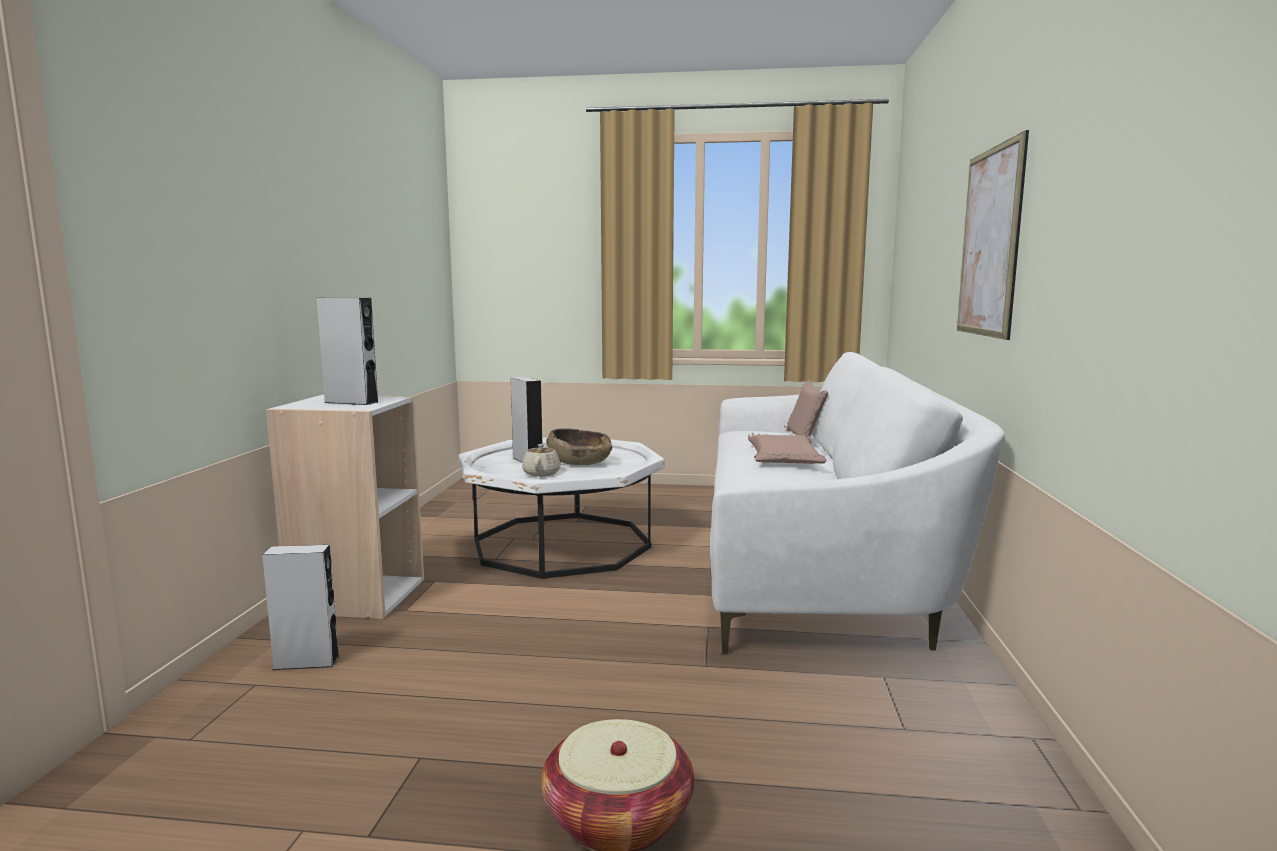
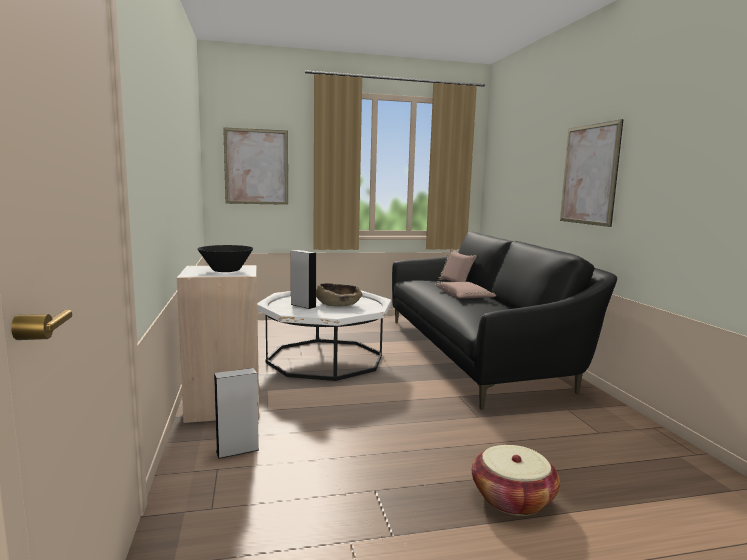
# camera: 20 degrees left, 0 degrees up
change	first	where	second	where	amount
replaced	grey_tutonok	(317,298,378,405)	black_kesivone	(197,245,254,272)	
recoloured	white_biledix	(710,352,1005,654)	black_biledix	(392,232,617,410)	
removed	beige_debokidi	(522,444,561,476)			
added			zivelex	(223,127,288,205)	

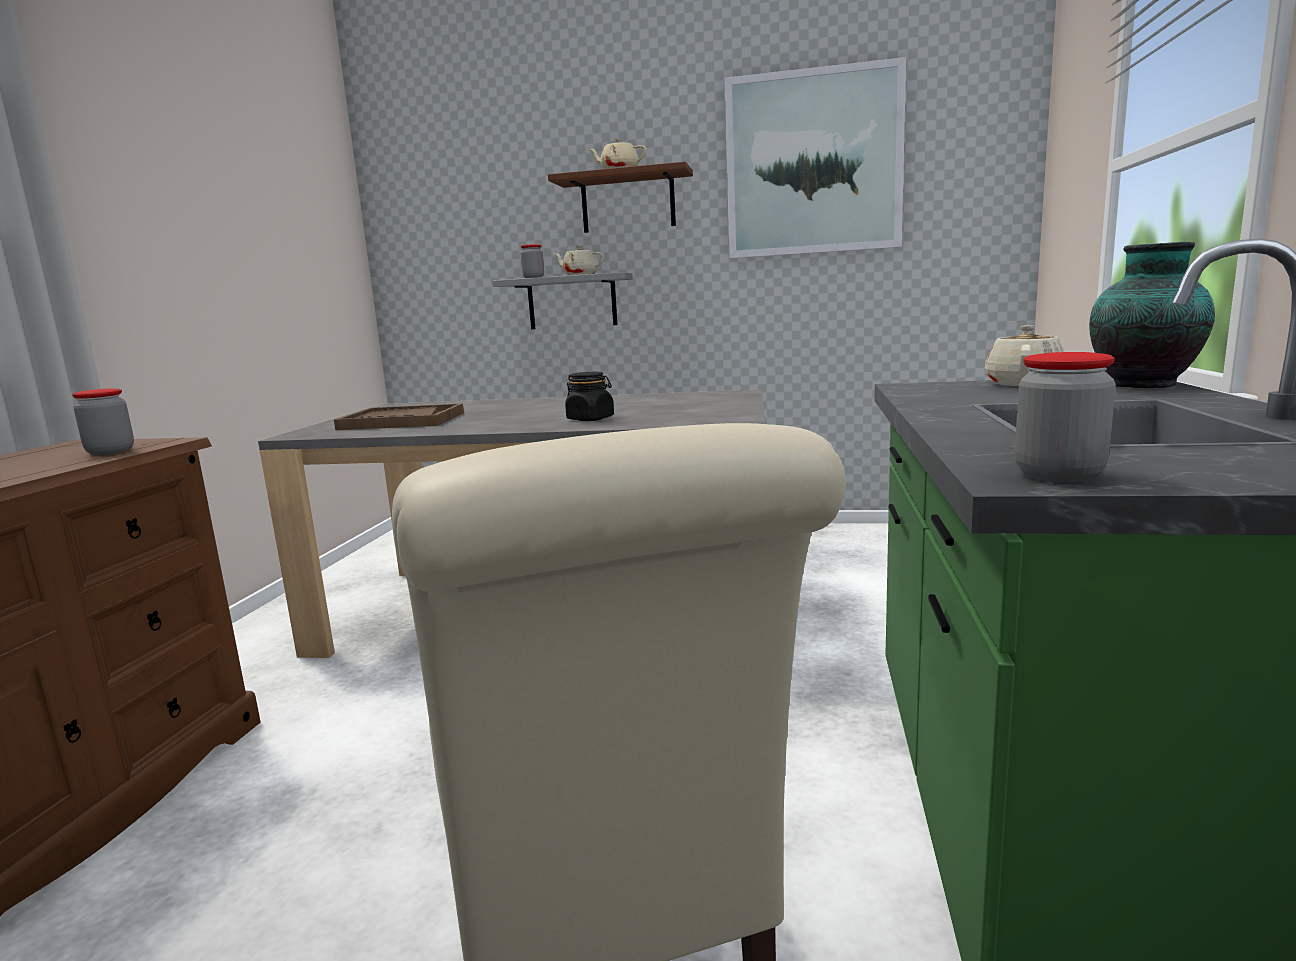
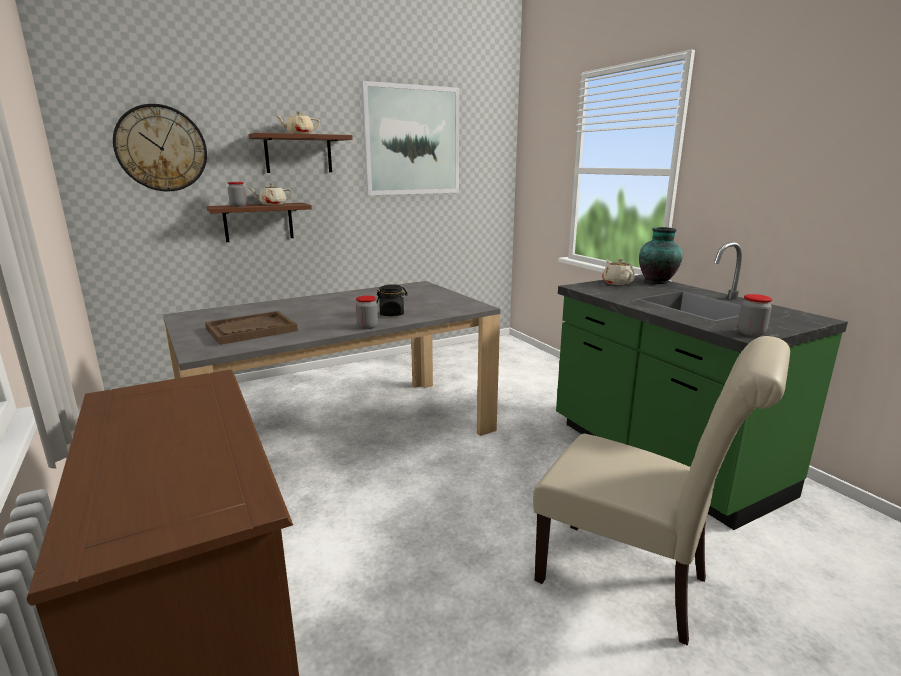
# camera: 40 degrees left, 5 degrees up
change	first	where	second	where	amount
recoloured	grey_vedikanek	(493,272,633,329)	brown_vedikanek	(206,203,312,242)	
moved	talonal	(72,388,134,455)		(356,295,378,329)	
added			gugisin	(113,104,207,192)	

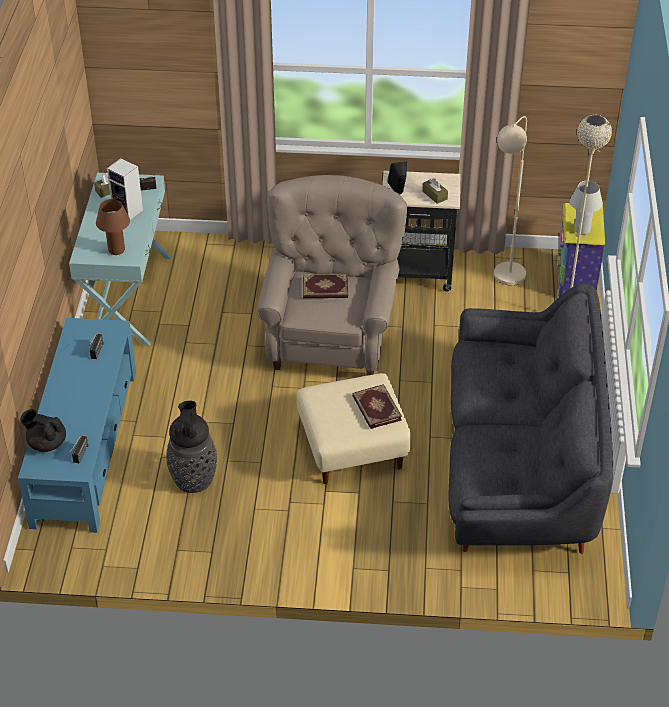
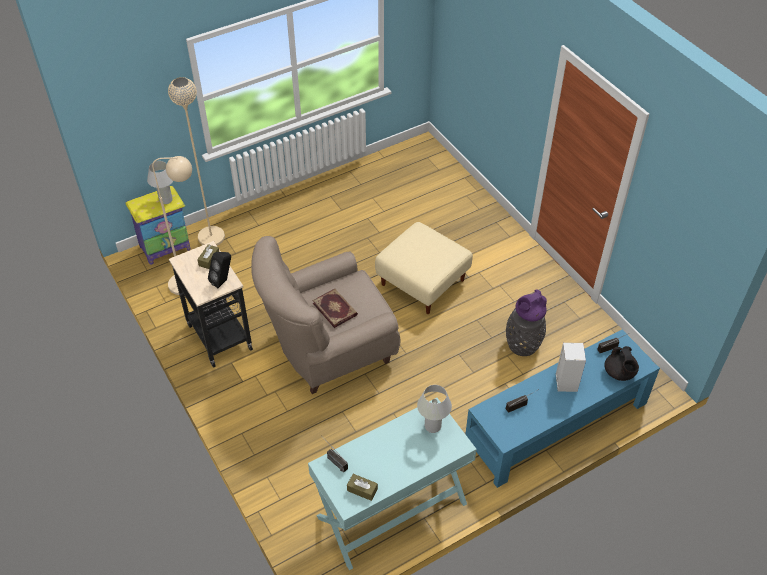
# camera: 125 degrees left, 5 degrees up
change	first	where	second	where	amount
moved	tutonok	(107,158,143,220)		(556,343,586,392)	
recoloured	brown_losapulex	(96,199,130,255)	white_losapulex	(417,385,452,433)	
removed	grey_biledix	(449,284,613,554)			
removed	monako	(352,384,402,429)			
recoloured	black_debokidi	(169,401,209,448)	purple_debokidi	(515,289,547,321)	

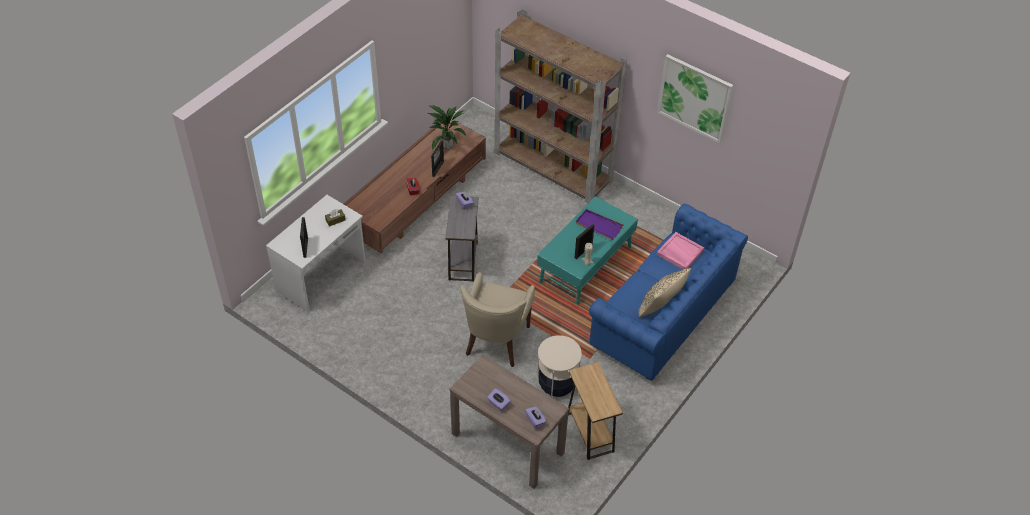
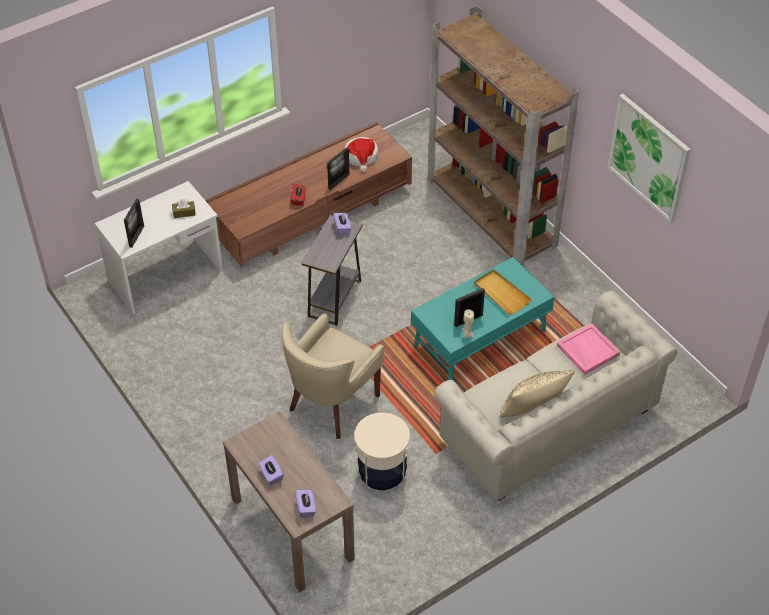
# camera: 20 degrees right, 0 degrees up
change	first	where	second	where	amount
replaced	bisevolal	(428,105,467,150)	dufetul	(344,137,378,172)	
recoloured	blue_biledix	(589,204,748,381)	white_biledix	(434,290,677,501)	
recoloured	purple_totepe	(576,209,623,240)	beige_totepe	(474,269,532,315)	
removed	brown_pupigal	(568,362,623,460)			

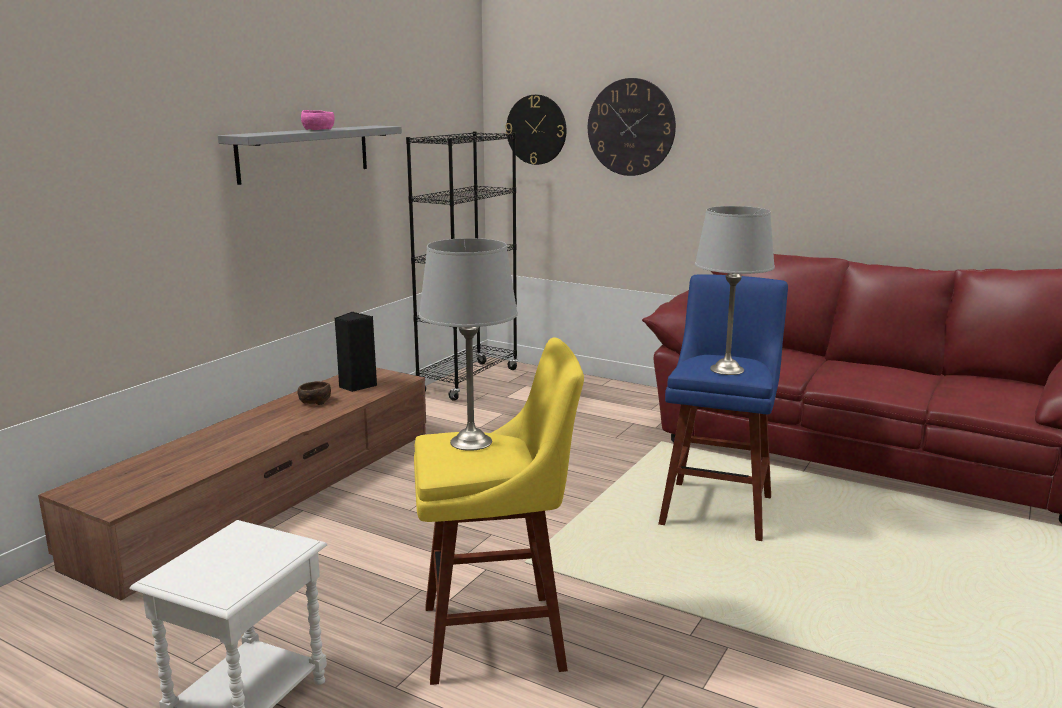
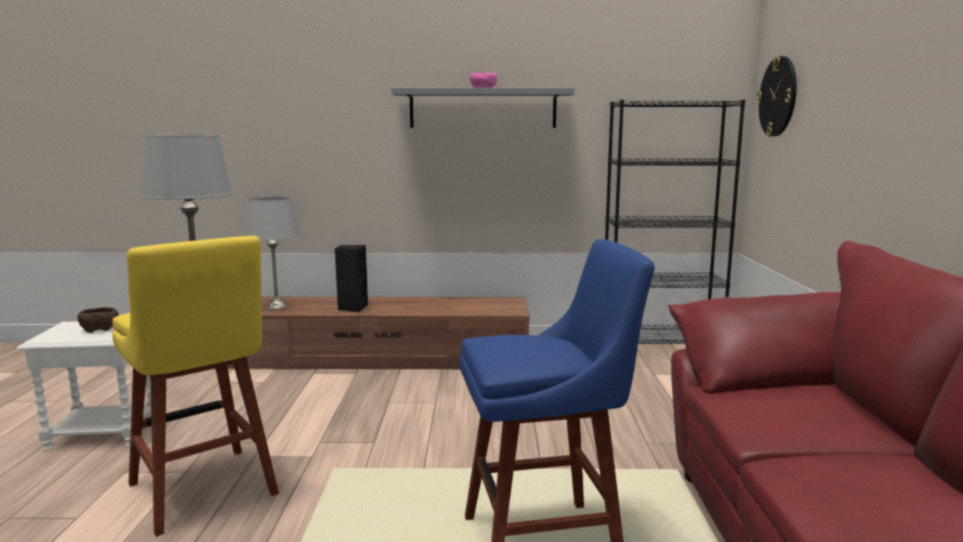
# camera: 60 degrees right, 5 degrees down
change	first	where	second	where	amount
removed	gugisin	(588,78,676,176)			
moved	grey_losapulex	(695,206,775,375)		(245,196,299,310)	
moved	black_tutonok	(335,312,377,392)		(335,245,368,312)	
moved	brown_kesivone	(298,381,331,405)		(77,307,118,333)	

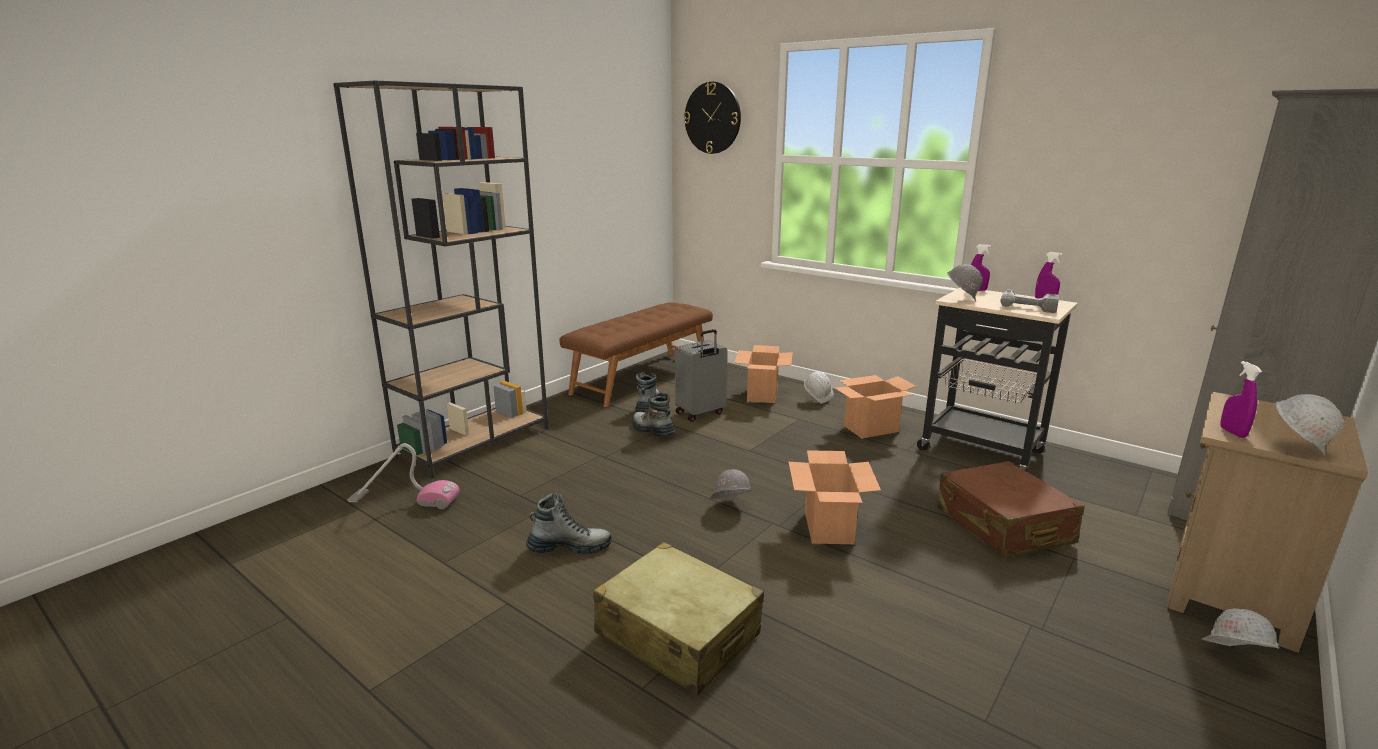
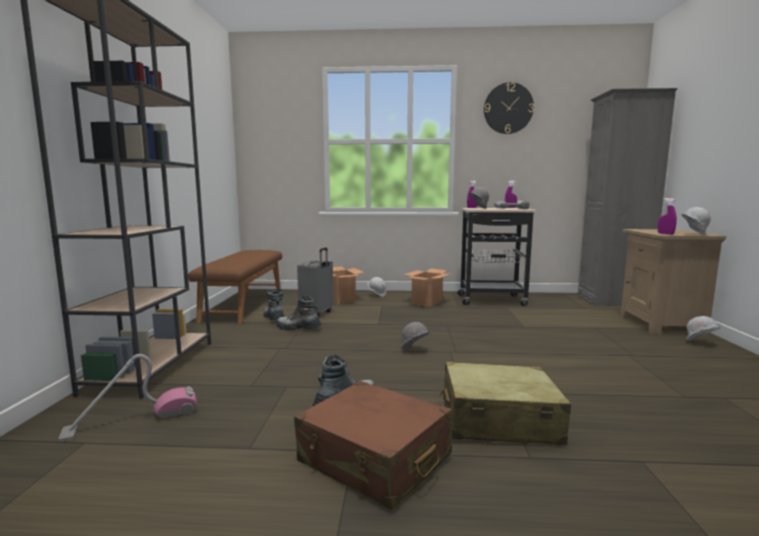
# camera: 35 degrees left, 10 degrees down
change	first	where	second	where	amount
moved	gugisin	(684,82,741,154)		(484,82,534,134)	
removed	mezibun	(788,450,881,544)			
moved	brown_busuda	(937,461,1085,558)		(294,381,452,510)	

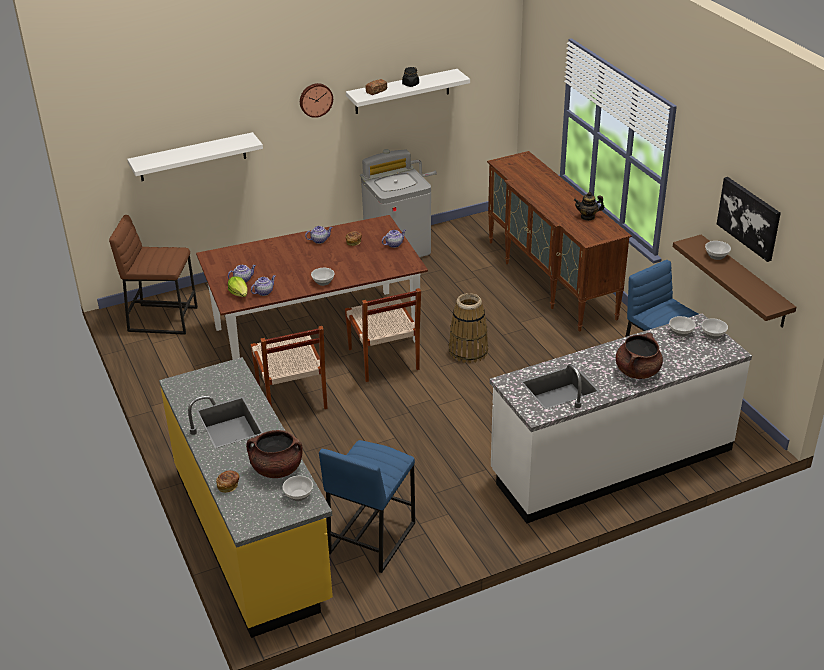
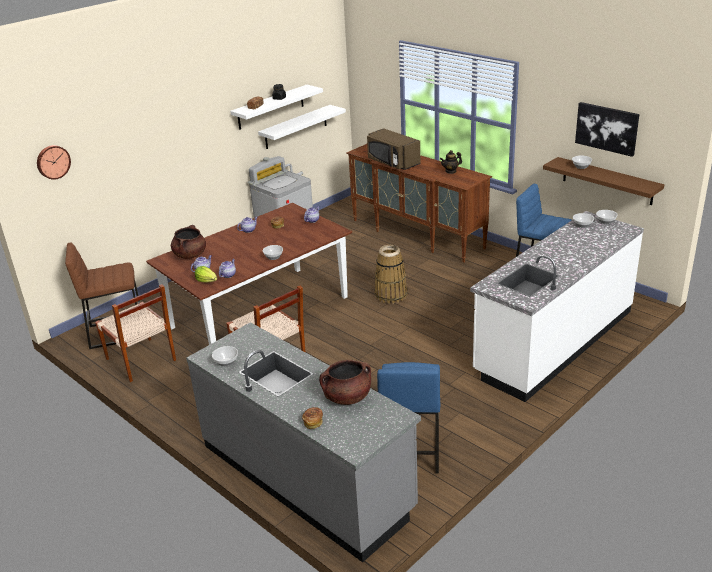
# camera: 20 degrees left, 5 degrees down
change	first	where	second	where	amount
moved	gugisin	(300,83,333,118)		(37,145,71,180)	
moved	white_vedikanek	(127,132,263,181)		(258,105,346,149)	
moved	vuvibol	(345,288,421,382)		(95,284,176,382)	
moved	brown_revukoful	(616,333,663,379)		(171,225,206,259)	
recoloured	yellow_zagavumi	(159,357,333,638)	grey_zagavumi	(186,322,421,562)	
moved	kesivone	(283,476,313,501)		(212,346,238,367)	
added			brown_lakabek	(367,128,420,170)	

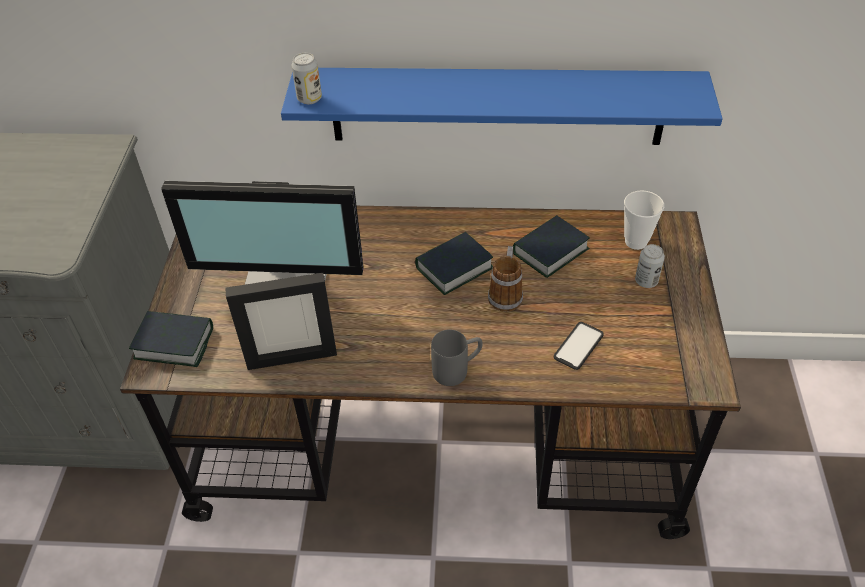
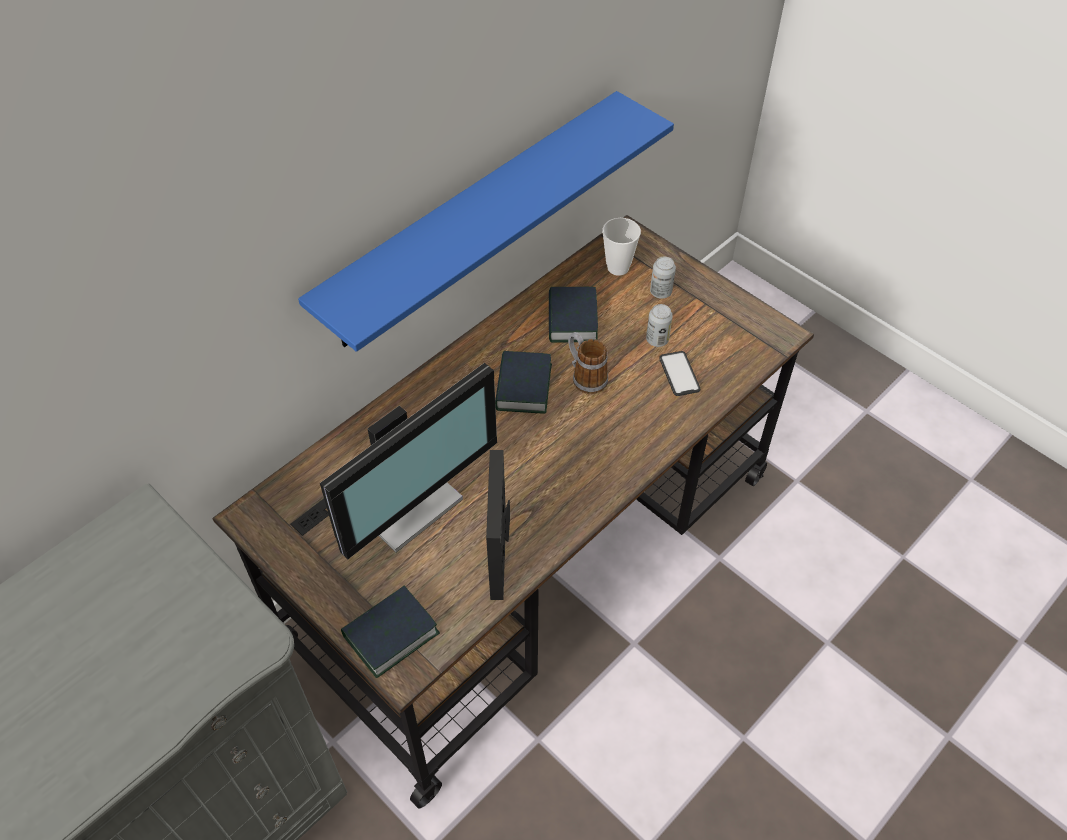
# camera: 50 degrees left, 5 degrees up
change	first	where	second	where	amount
moved	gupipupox	(291,53,322,104)		(646,304,673,347)	
turned	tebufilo	(226,273,337,370)		(486,450,510,600)	150 degrees clockwise
removed	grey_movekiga	(431,330,483,386)			

